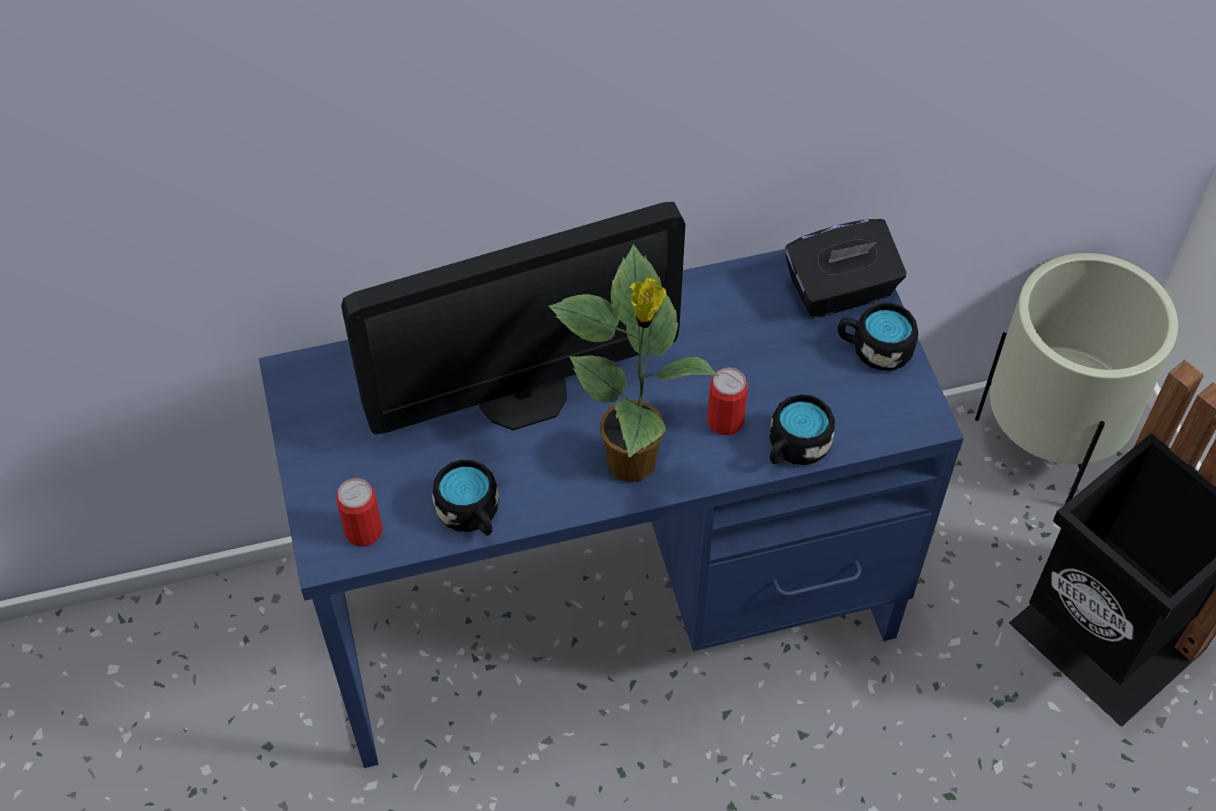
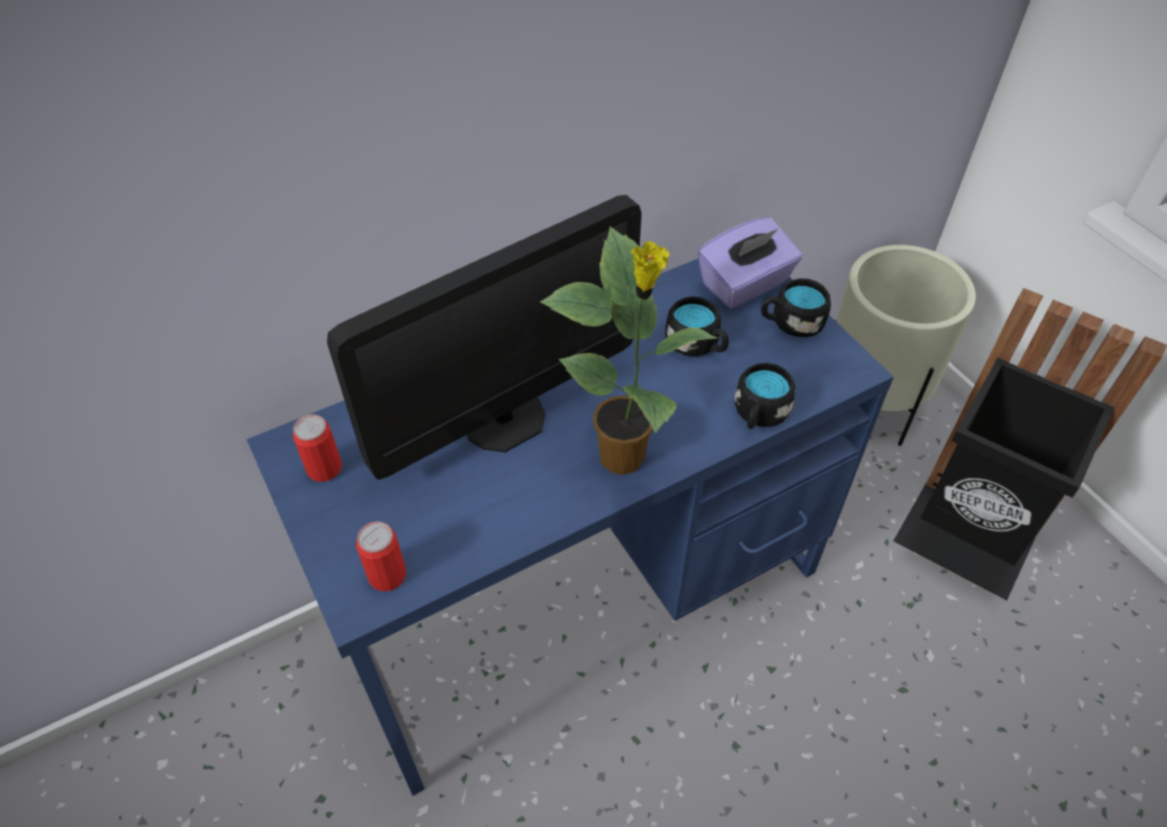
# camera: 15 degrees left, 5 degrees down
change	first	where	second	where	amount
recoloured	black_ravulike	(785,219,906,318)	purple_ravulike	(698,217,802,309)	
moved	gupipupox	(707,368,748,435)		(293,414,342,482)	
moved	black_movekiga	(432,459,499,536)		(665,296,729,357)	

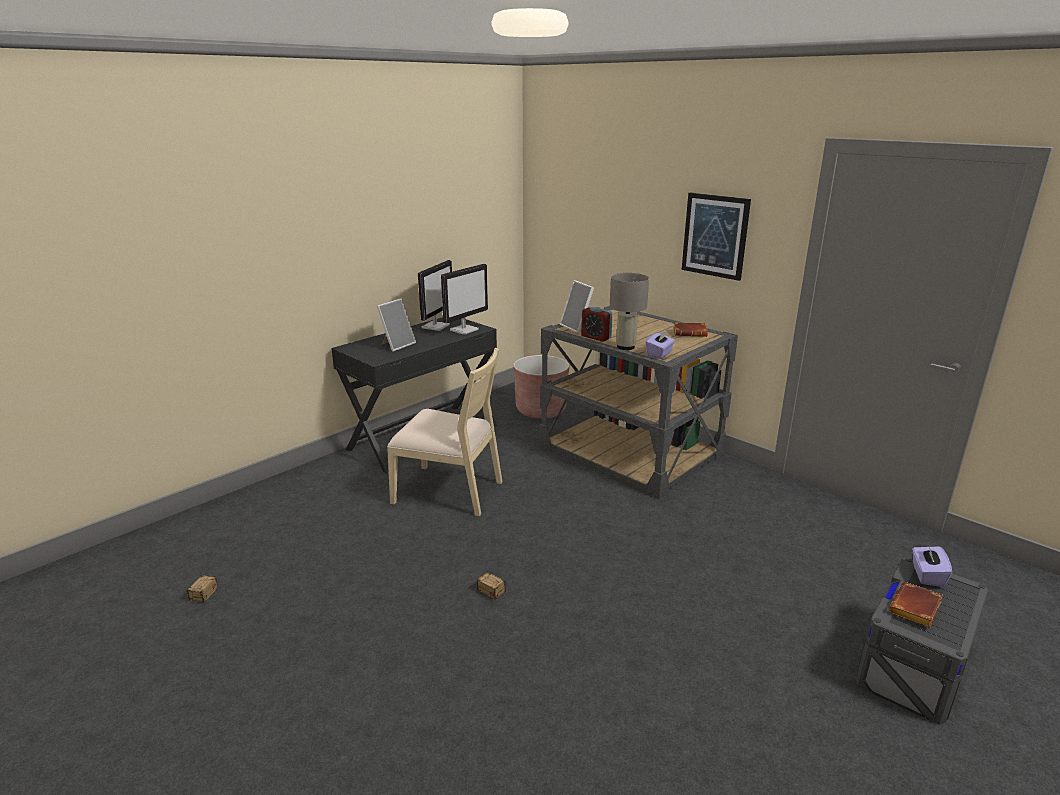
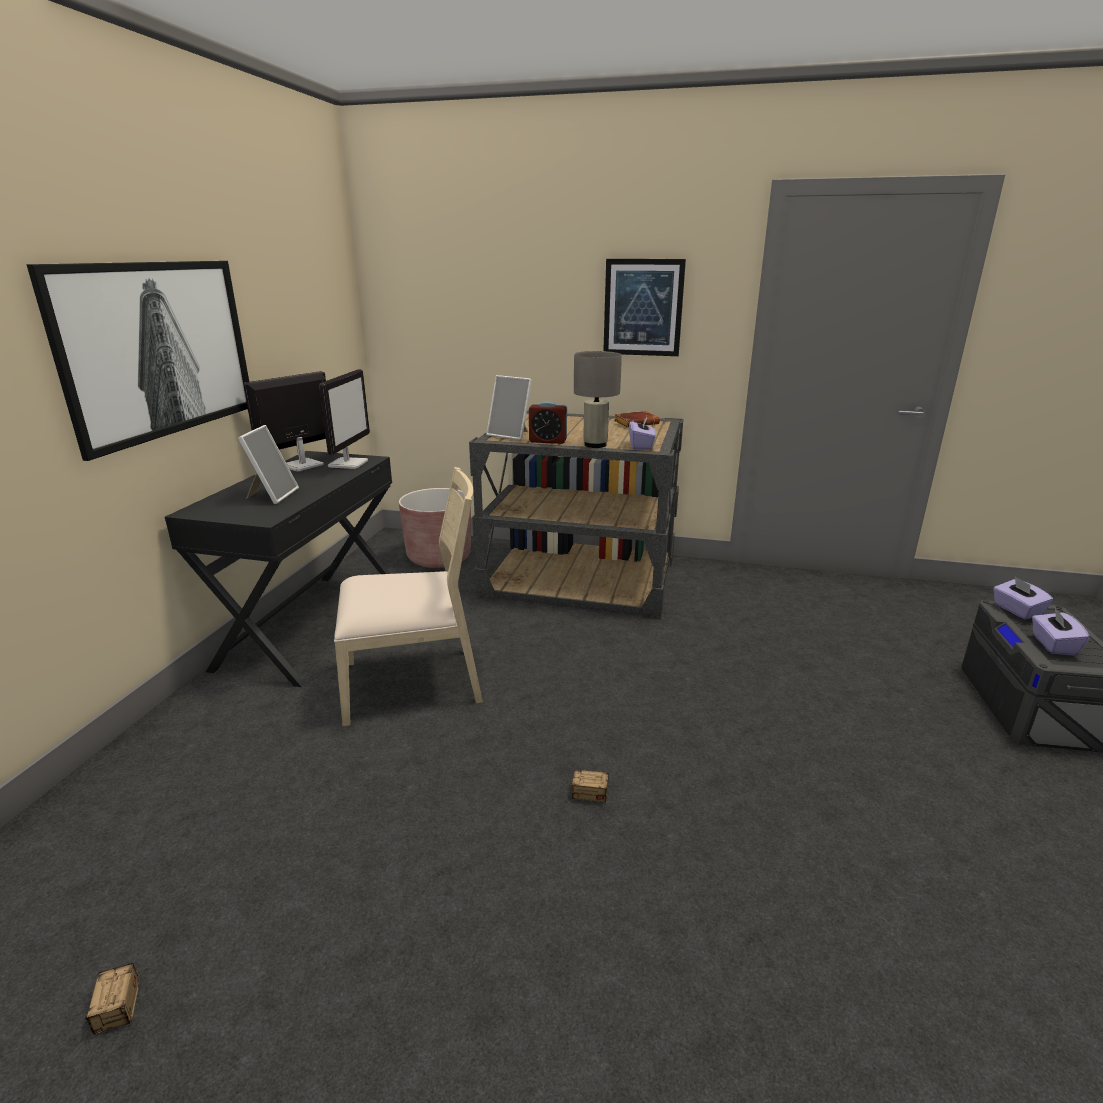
# camera: 30 degrees left, 0 degrees up
change	first	where	second	where	amount
turned	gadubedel	(418,260,452,331)		(243,371,326,471)	135 degrees counterclockwise
replaced	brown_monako	(889,582,943,628)	purple_ravulike	(1032,608,1089,656)	
added			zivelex	(26,261,249,461)	

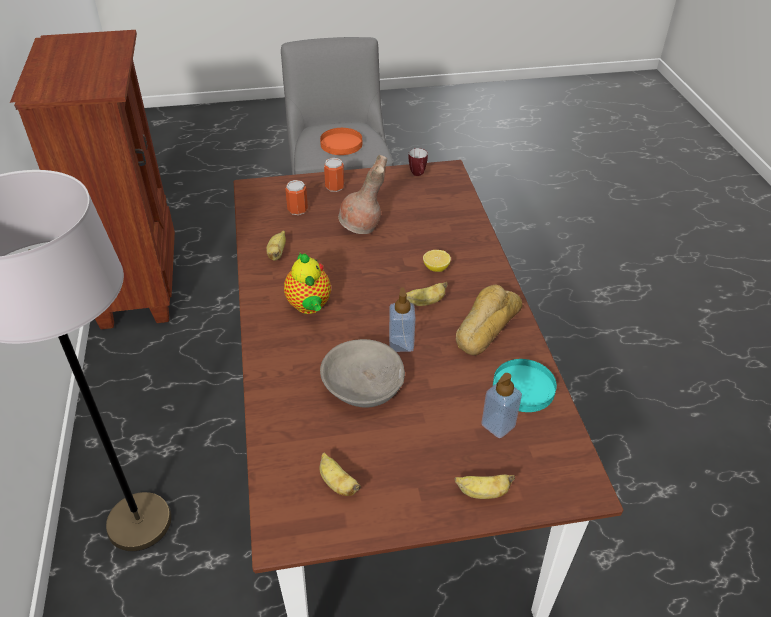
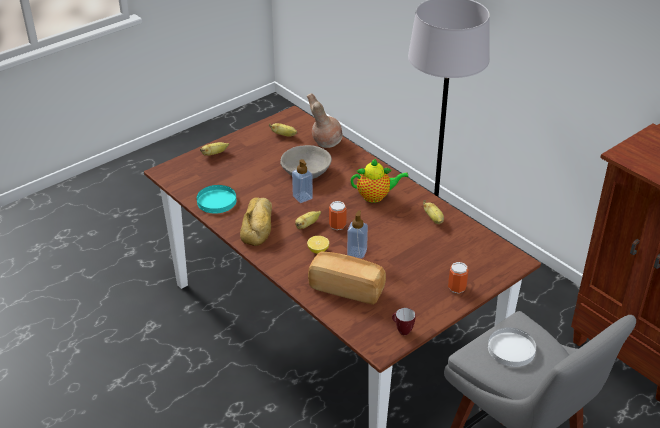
# camera: 150 degrees right, 5 degrees down
change	first	where	second	where	amount
recoloured	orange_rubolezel	(320,128,362,155)	white_rubolezel	(488,327,536,367)	
moved	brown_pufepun	(338,155,387,234)		(307,93,343,148)	
moved	gupipupox	(285,180,308,215)		(329,201,347,230)	
turned	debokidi	(284,253,331,314)		(350,159,408,203)	135 degrees clockwise
moved	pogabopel	(481,373,522,438)		(347,210,368,259)	
added			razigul	(308,252,386,305)	

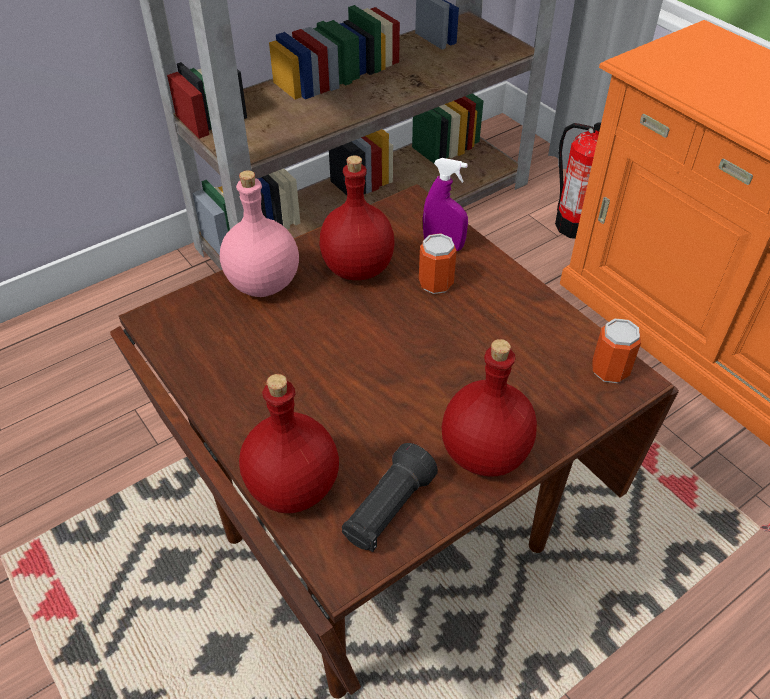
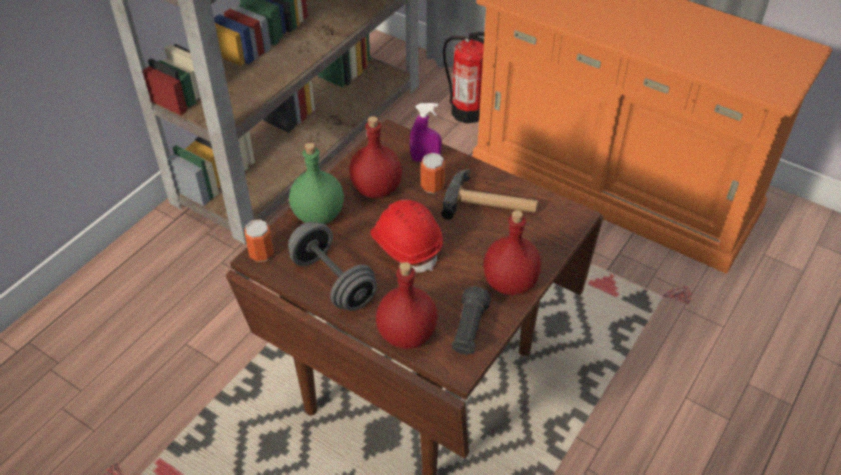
# camera: 20 degrees left, 0 degrees up
change	first	where	second	where	amount
recoloured	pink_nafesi	(220,170,299,297)	green_nafesi	(289,143,344,224)	
moved	gupipupox	(592,318,641,383)		(244,219,274,262)	
added			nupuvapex	(441,169,538,220)	
added			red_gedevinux	(371,200,443,273)	
added			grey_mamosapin	(288,222,377,311)	

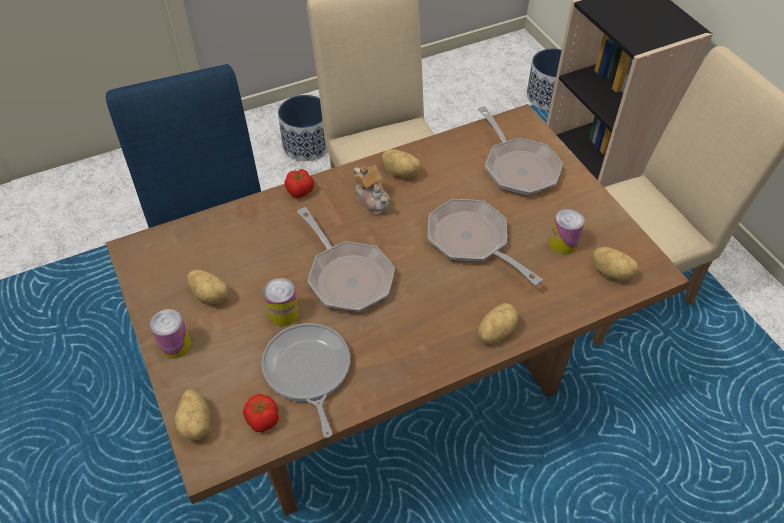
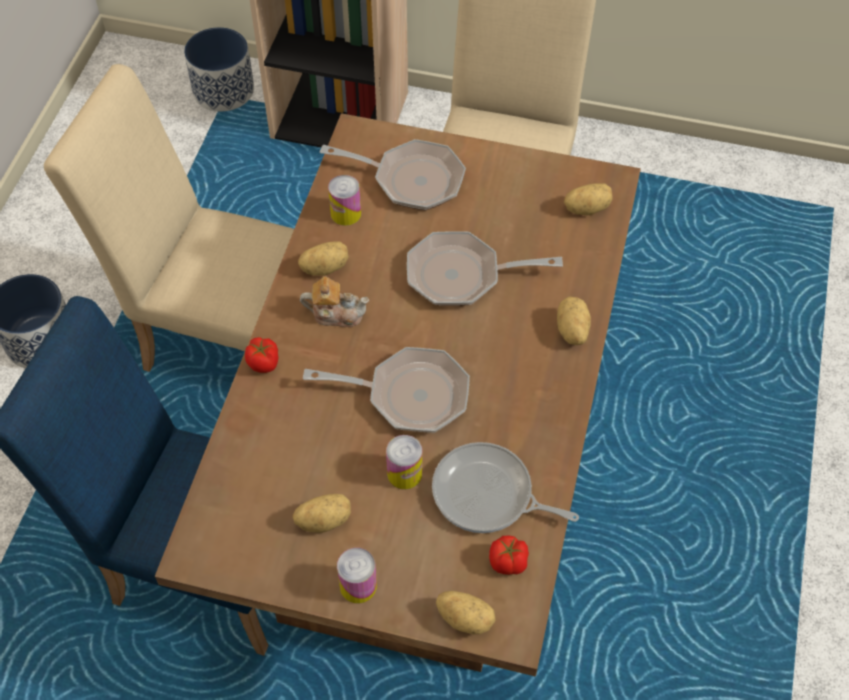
# camera: 50 degrees left, 5 degrees up
change	first	where	second	where	amount
moved	gupipupox	(550,208,585,254)		(328,175,361,226)	

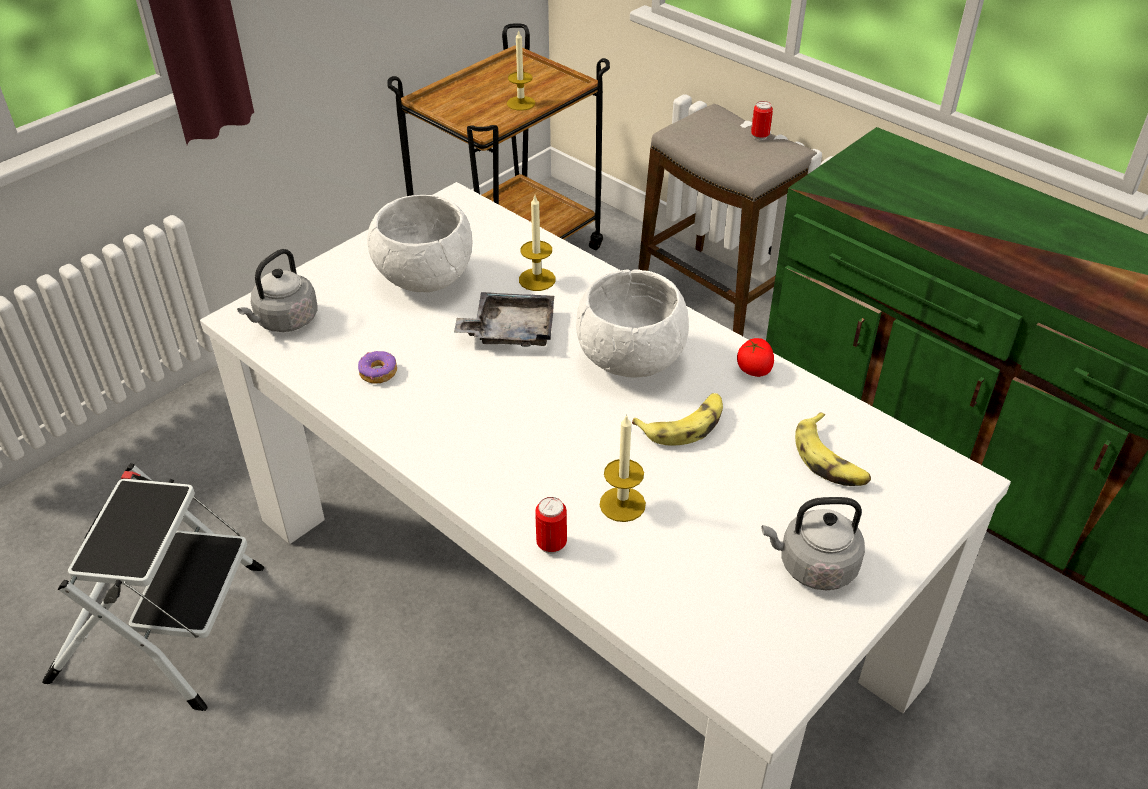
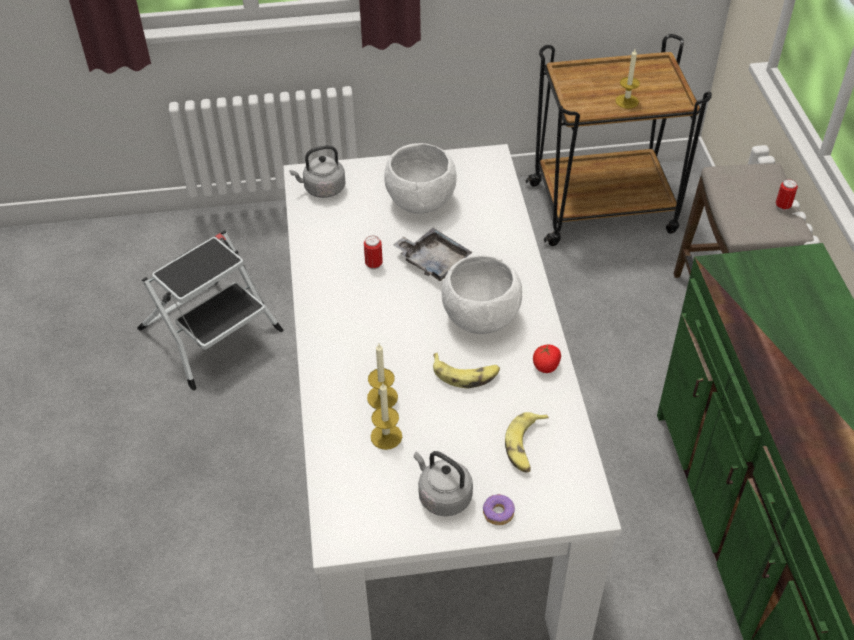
# camera: 40 degrees right, 5 degrees up
change	first	where	second	where	amount
moved	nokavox	(519,196,556,291)		(371,383,402,450)	
moved	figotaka	(358,351,397,384)		(483,494,515,525)	
moved	gupipupox	(535,497,567,554)		(364,236,383,269)	

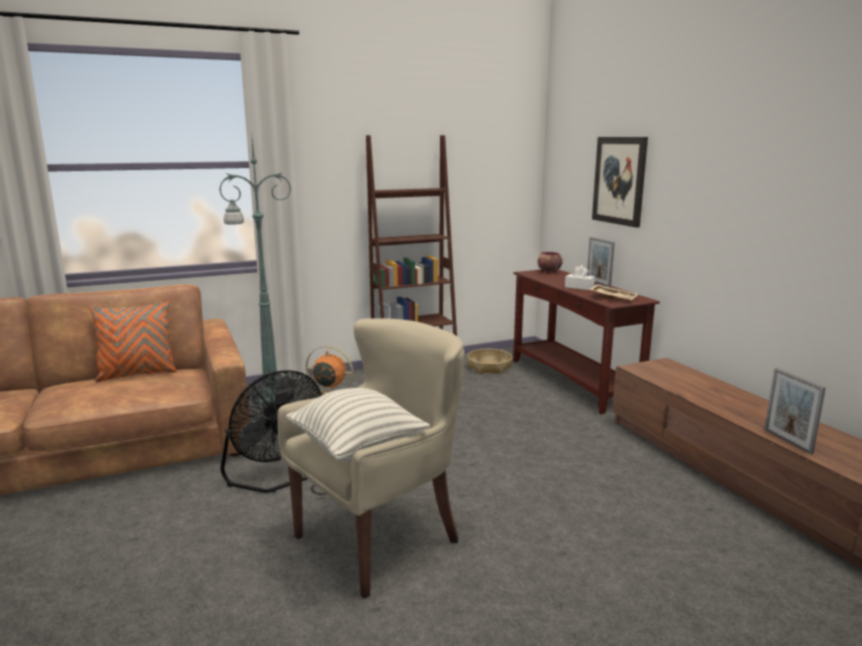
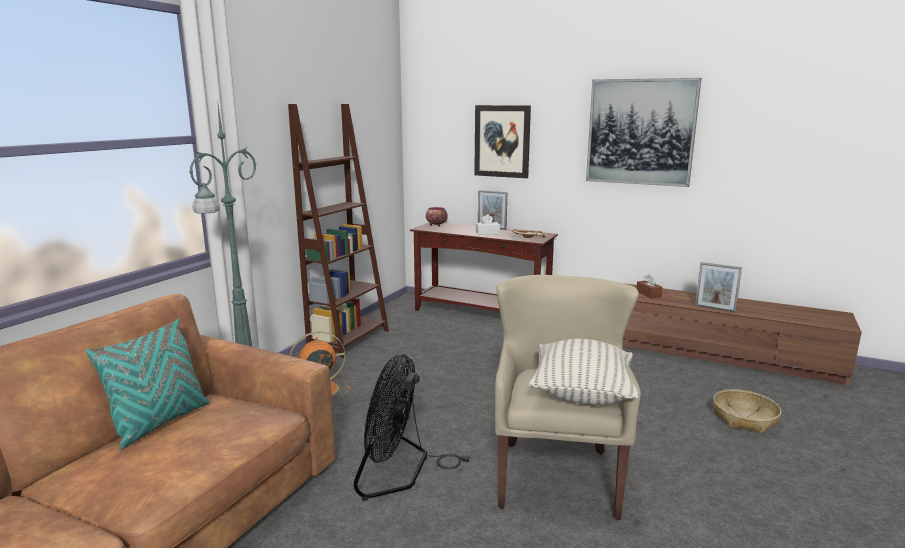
# camera: 40 degrees left, 0 degrees up
change	first	where	second	where	amount
recoloured	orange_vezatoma	(90,301,177,382)	turquoise_vezatoma	(85,319,209,450)	
moved	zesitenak	(467,349,512,374)		(713,389,781,434)	
added			zivelex	(586,78,701,187)	
added			brown_ravulike	(636,274,663,298)	

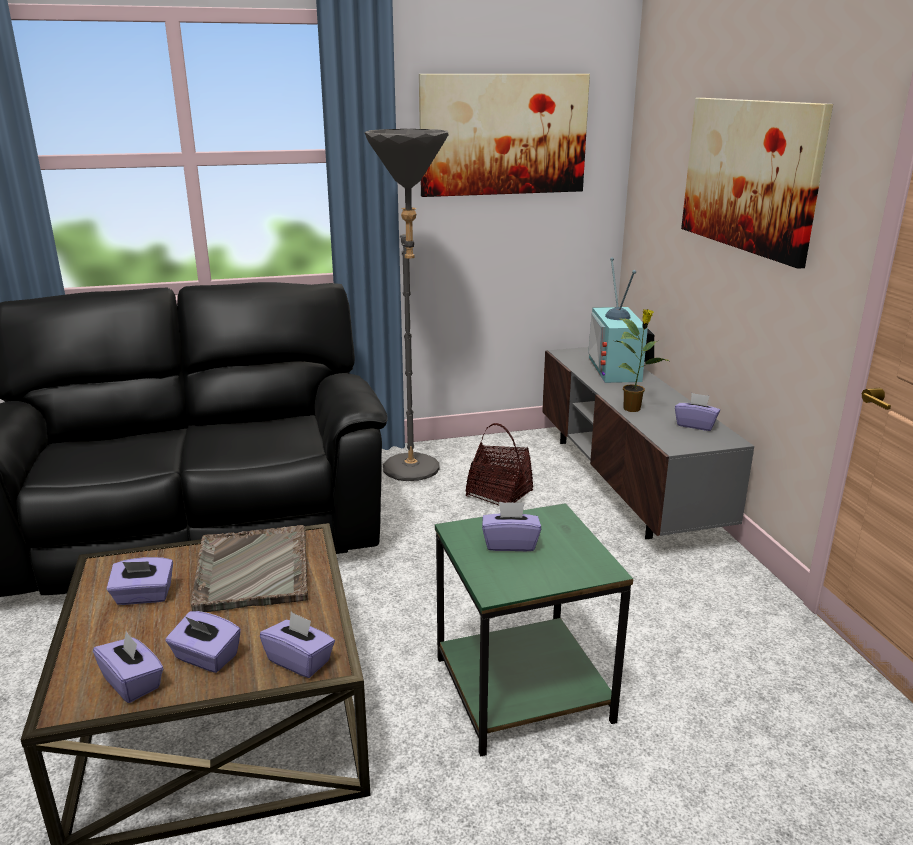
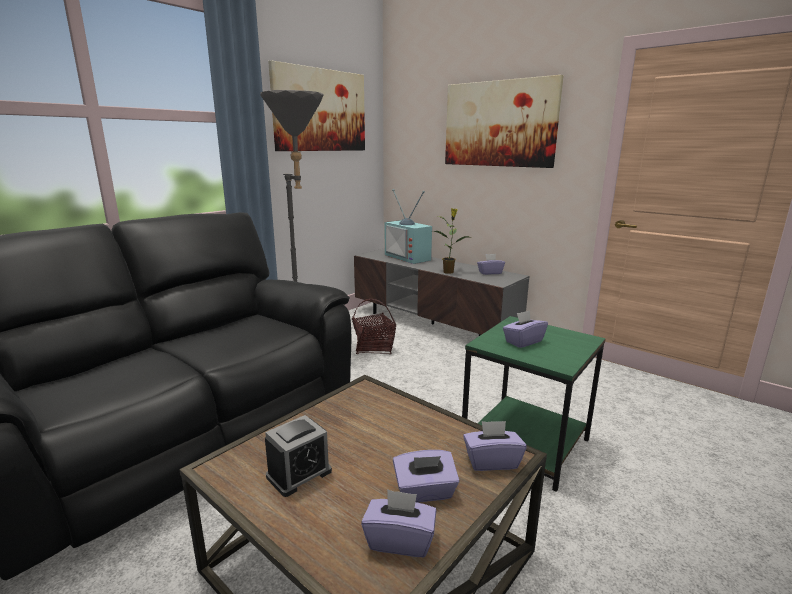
# camera: 35 degrees left, 5 degrees down
change	first	where	second	where	amount
removed	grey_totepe	(191,525,308,612)			
replaced	purple_ravulike	(107,557,173,605)	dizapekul	(265,415,332,497)	

